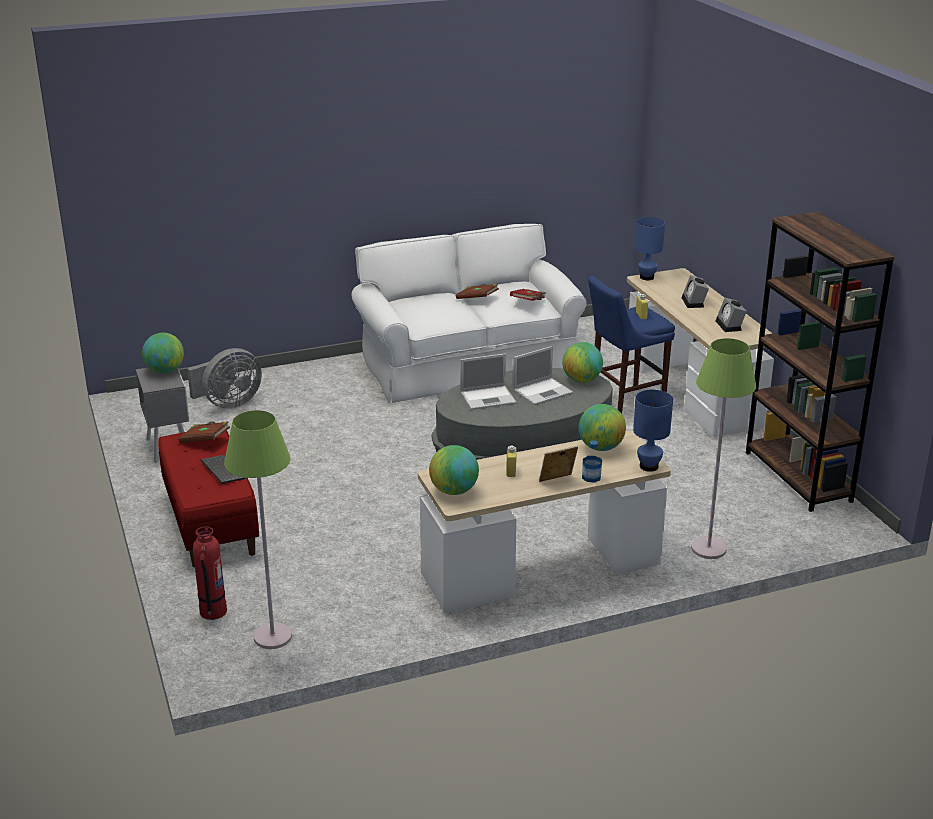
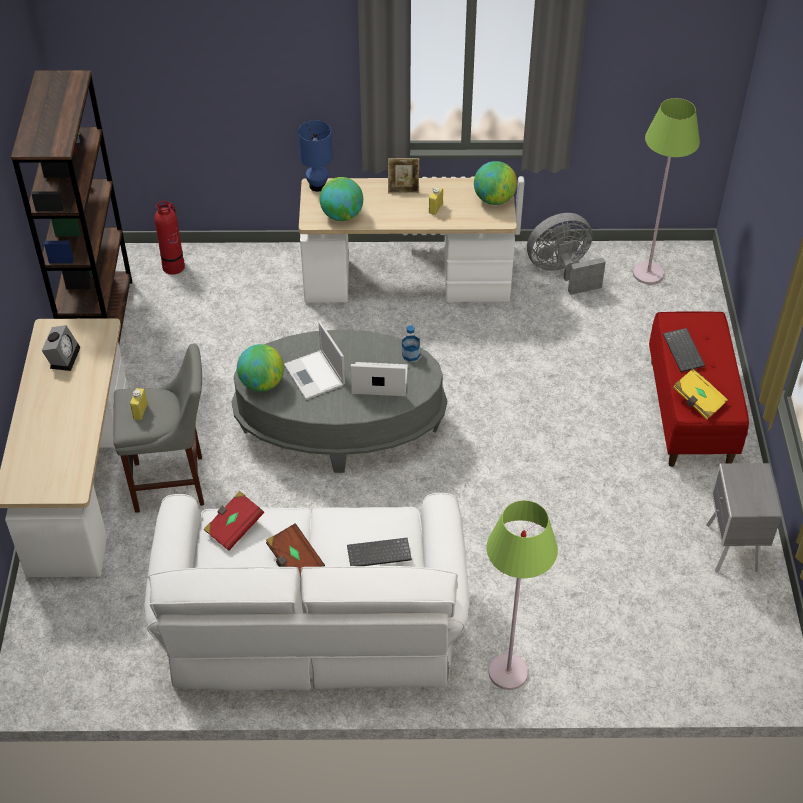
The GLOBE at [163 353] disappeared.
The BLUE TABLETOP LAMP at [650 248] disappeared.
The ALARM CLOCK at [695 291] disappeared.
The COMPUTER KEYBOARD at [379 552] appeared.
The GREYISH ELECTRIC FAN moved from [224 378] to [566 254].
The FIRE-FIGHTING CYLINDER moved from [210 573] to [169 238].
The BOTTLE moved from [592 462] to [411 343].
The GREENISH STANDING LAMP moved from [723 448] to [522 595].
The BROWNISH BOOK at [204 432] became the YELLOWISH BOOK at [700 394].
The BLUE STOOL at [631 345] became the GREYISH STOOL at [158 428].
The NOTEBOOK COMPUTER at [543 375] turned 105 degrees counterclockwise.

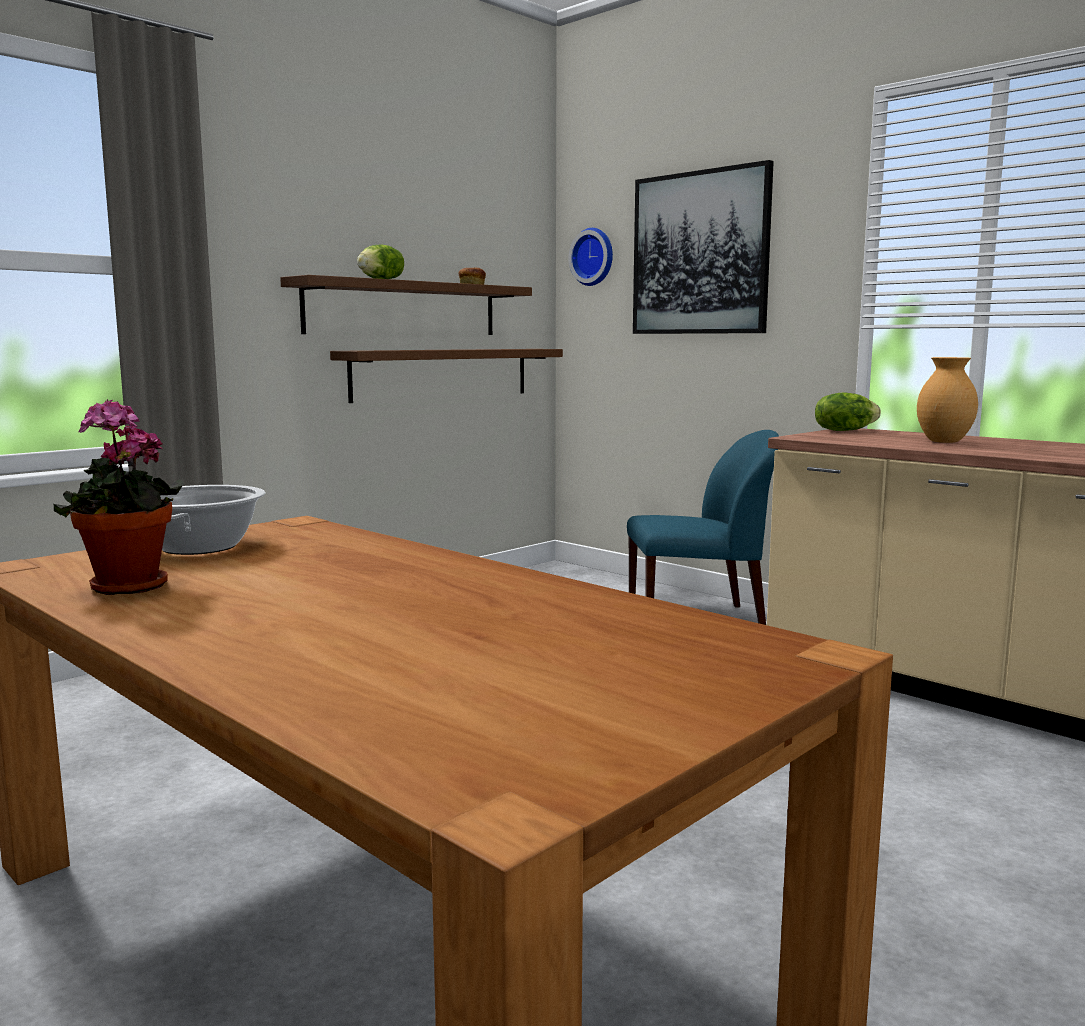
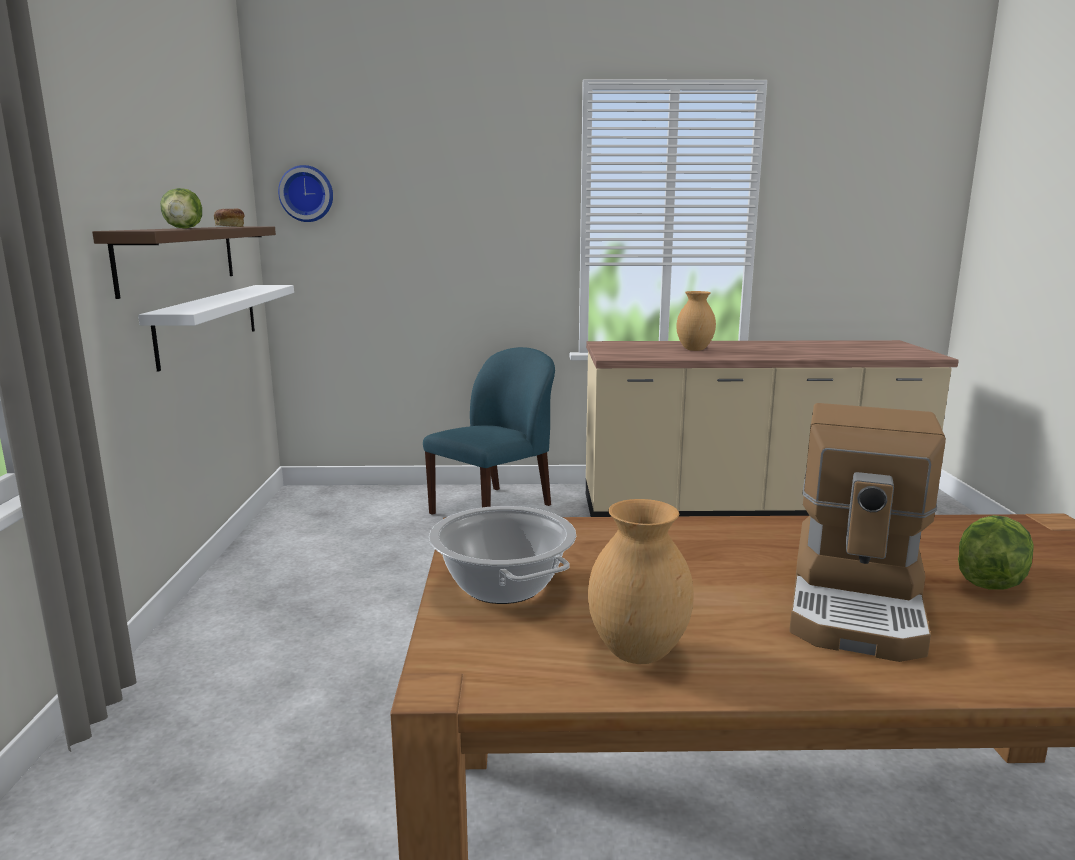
The WALL ART at [703 247] disappeared.
The COFFEE MAKER at [867 532] appeared.
The HEAD OF LETTUCE moved from [848 412] to [996 552].
The HOUSEPLANT at [119 497] was replaced by the BROWNISH FLOWER VASE at [641 581].
The BROWNISH SHELF at [446 376] became the WHITISH SHELF at [216 328].

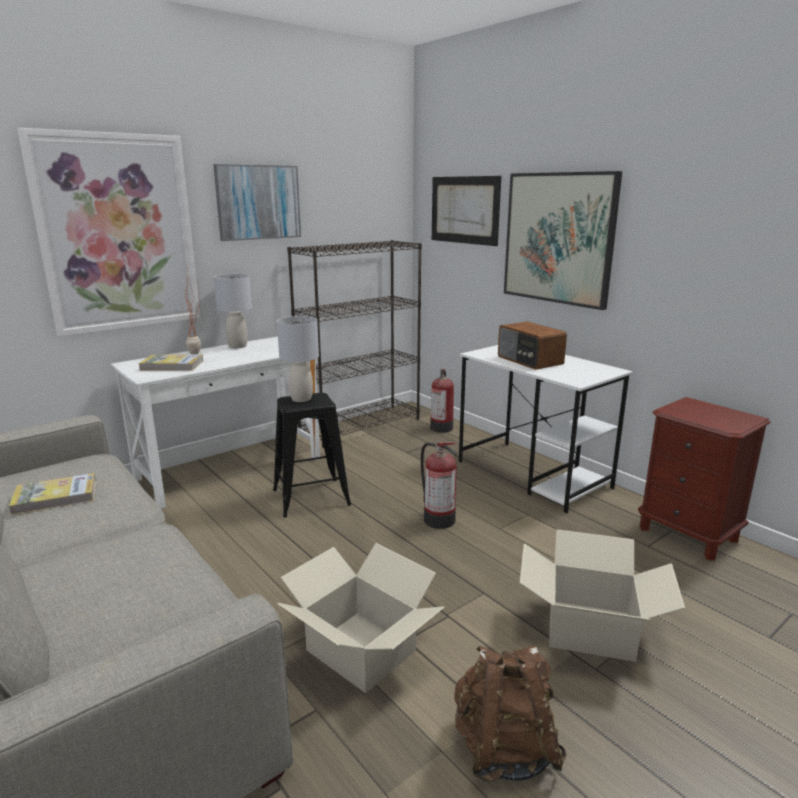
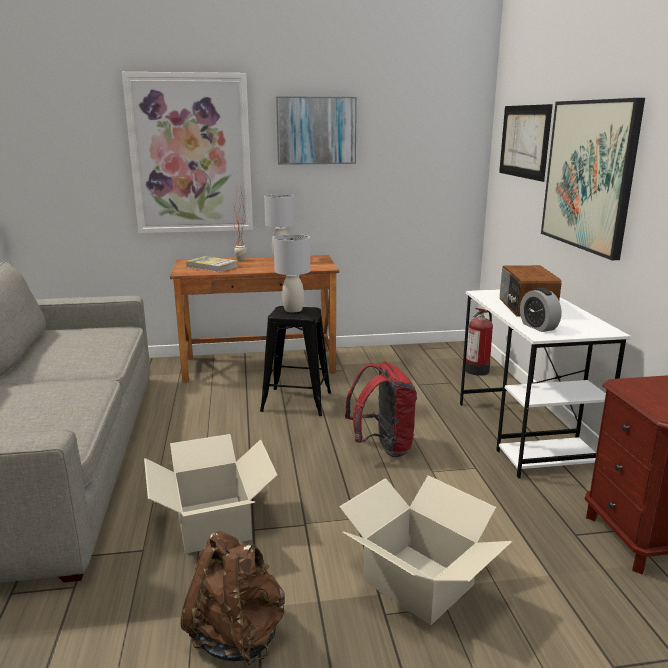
The BOOK at [52 494] disappeared.
The BLACK-COLOURED BOOKCASE at [354 344] disappeared.
The ALARM CLOCK at [541 310] appeared.
The FIRE-FIGHTING CYLINDER at [439 485] was replaced by the RED-COLOURED RUCKSACK at [381 409].
The WHITISH DESK at [215 422] became the BROWNISH DESK at [254 319].

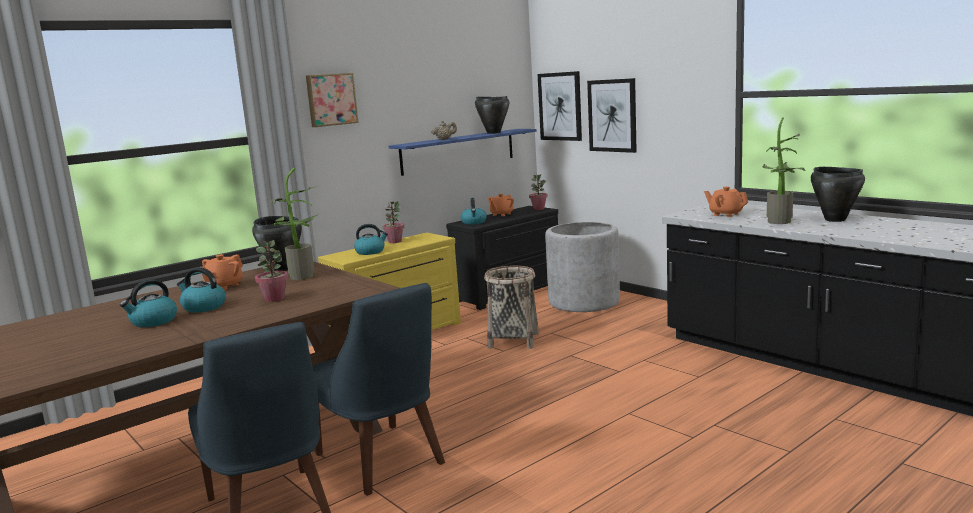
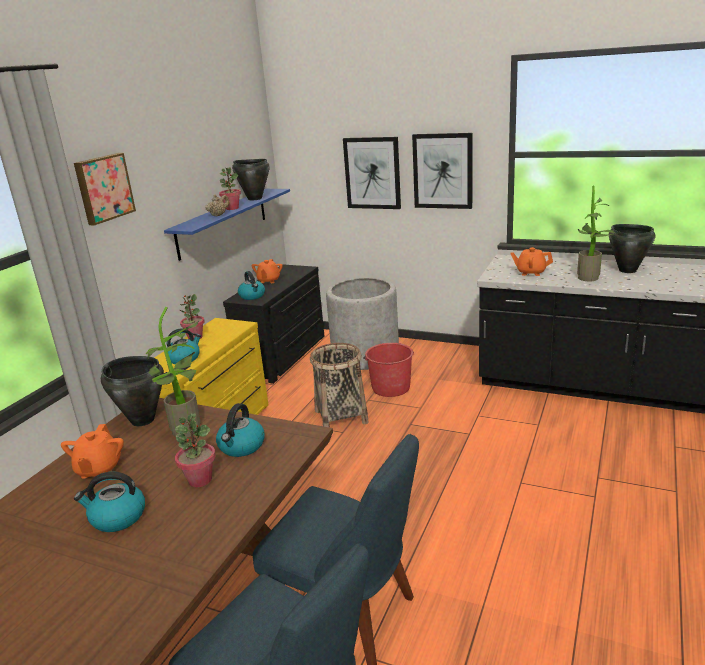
The RED-COLOURED PAIL at [388 370] appeared.
The KETTLE moved from [148 303] to [240 430].
The HOUSEPLANT moved from [538 192] to [230 188].
The WALL ART moved from [560 106] to [442 171].

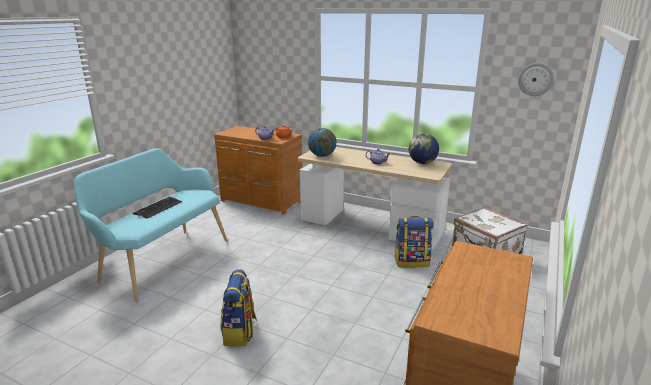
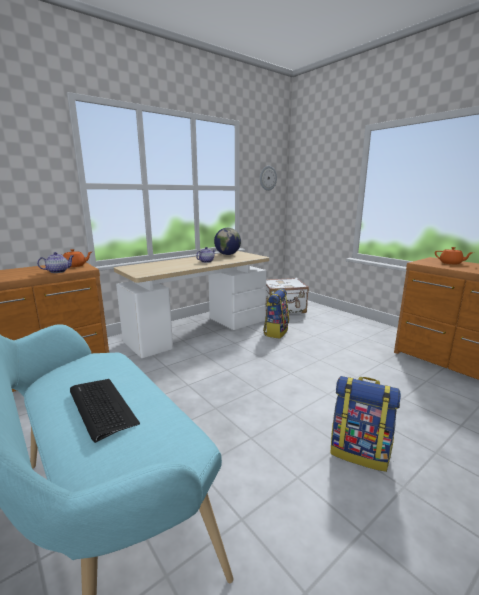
The GLOBE at [322 142] disappeared.
The ORANGEY TEA POT at [454 255] appeared.

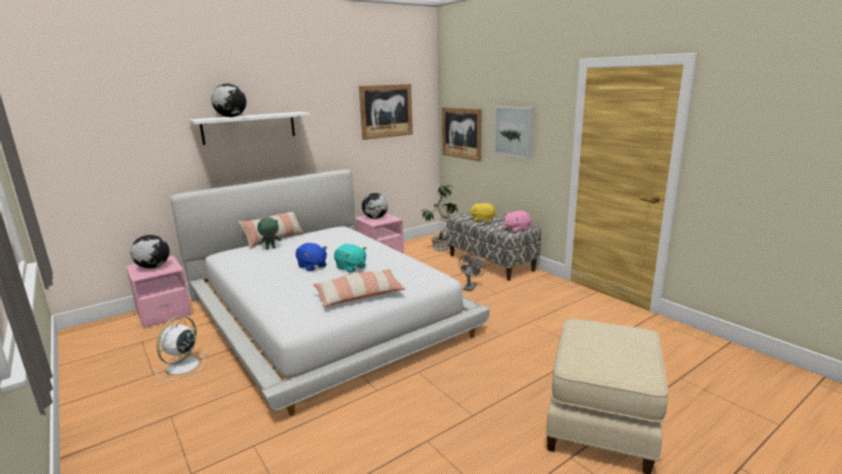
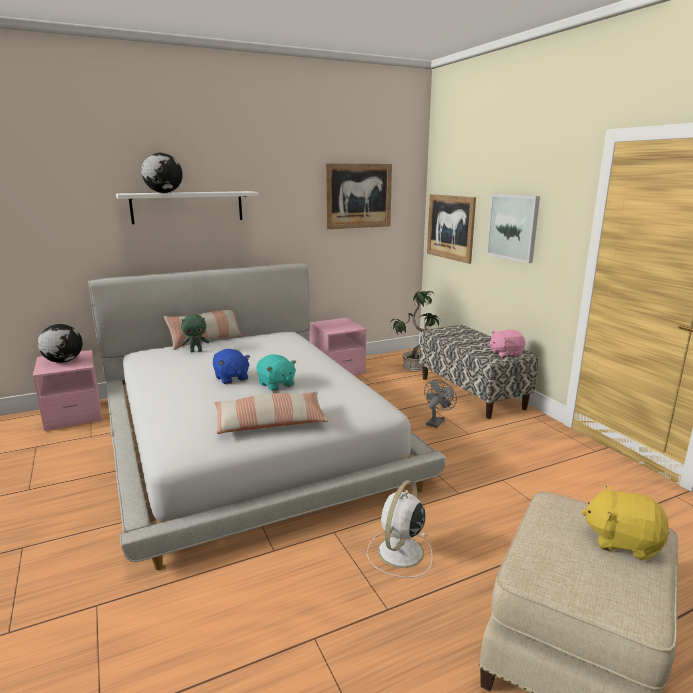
The GLOBE at [375 206] disappeared.
The WHITISH ELECTRIC FAN moved from [181 348] to [400 529].
The YELLOWISH CUDDLY TOY moved from [482 213] to [625 522].

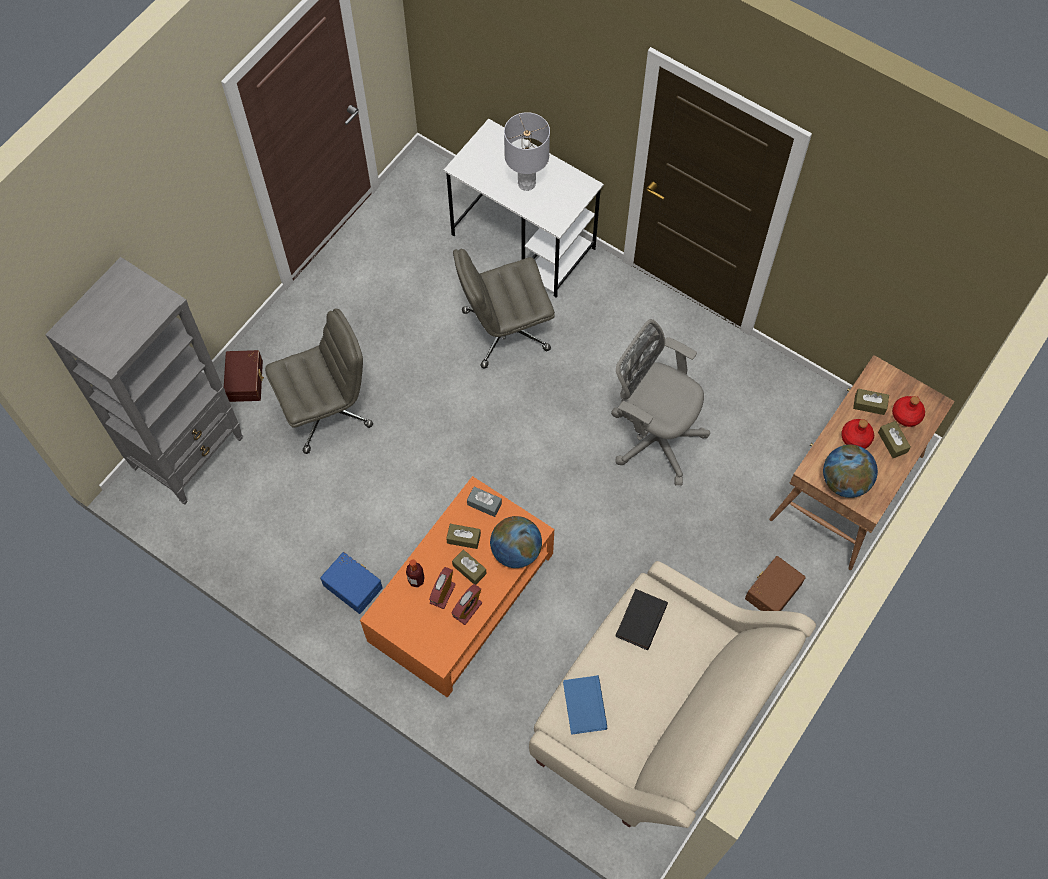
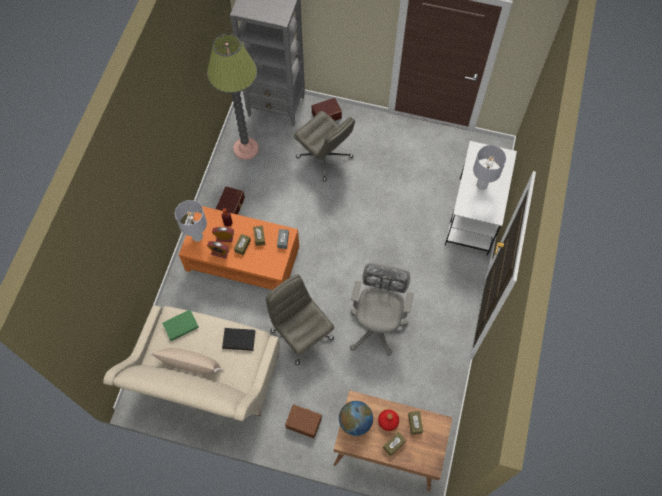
The GLOBE at [516 542] disappeared.
The RED-COLOURED BOTTLE at [908 411] disappeared.
The BEIGE-COLOURED PILLOW at [186 361] appeared.
The GREYISH TABLETOP LAMP at [191 221] appeared.
The STANDING LAMP at [233 97] appeared.
The GREYISH DESK CHAIR moved from [504 309] to [300 319].
The BLUE STORAGE BOX at [351 583] became the BROWNISH STORAGE BOX at [230 200].
The BLUE BOOK at [585 705] became the GREENISH BOOK at [180 325].

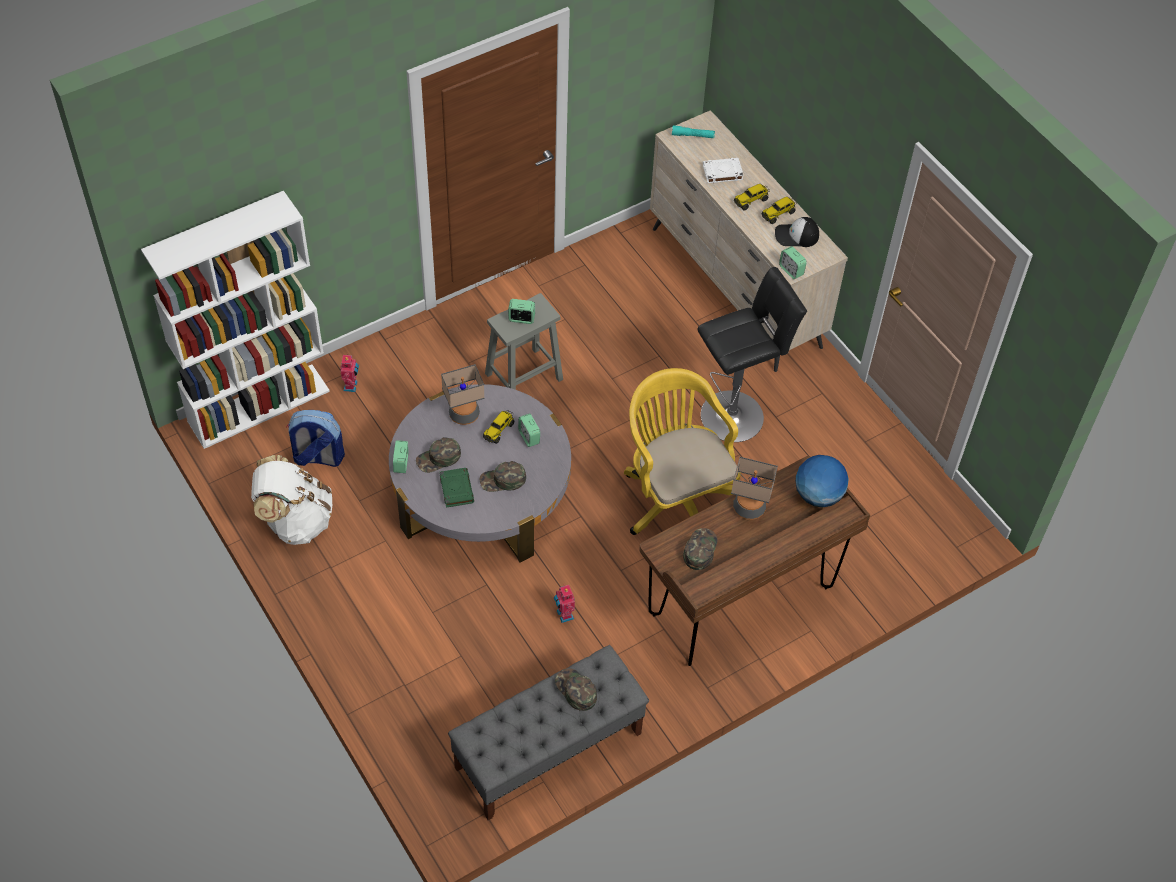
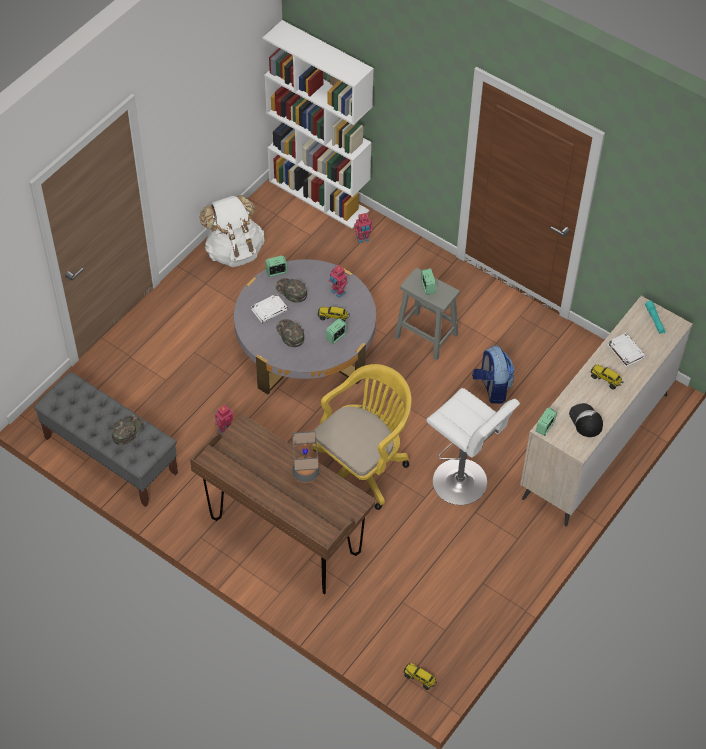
The GREENISH CAP at [700 549] disappeared.
The GLOBE at [822 481] disappeared.
The RUCKSACK moved from [315 438] to [493 374].
The TOY TRUCK moved from [779 210] to [420 676].
The TABLETOP LAMP at [463 394] was replaced by the MODEL ROBOT at [338 281].
The GREENISH BOOK at [457 488] became the WHITISH BOOK at [269 308].
The BLACK-COLOURED STOOL at [752 354] became the WHITISH STOOL at [473 446].

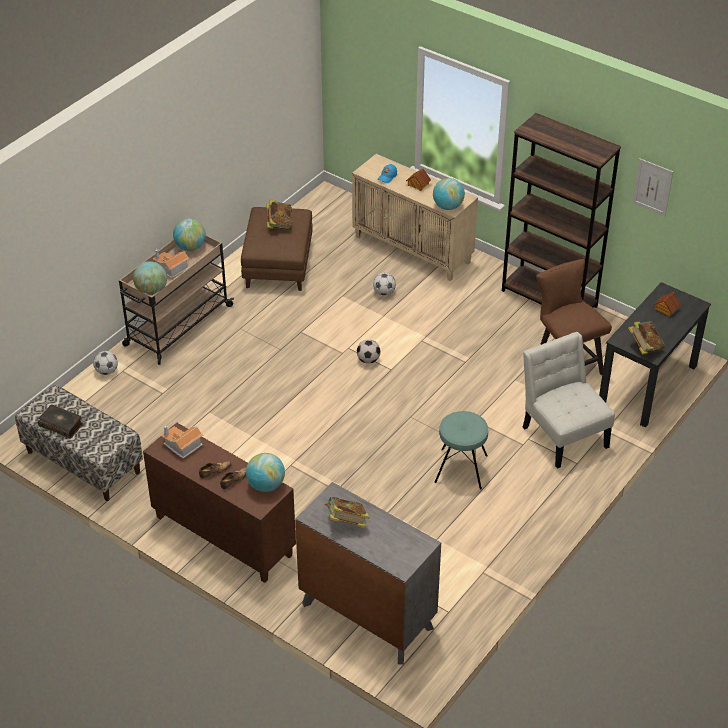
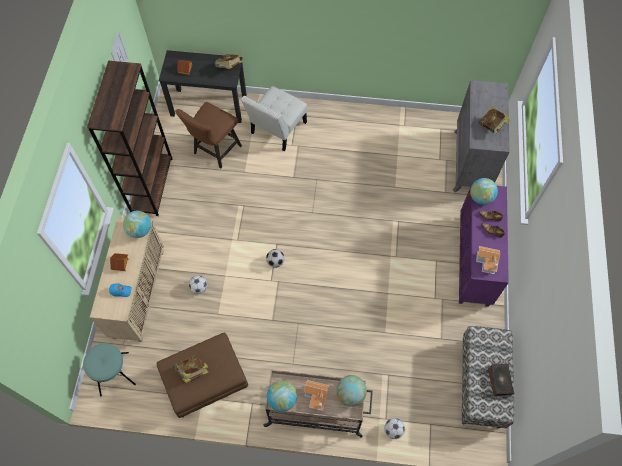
The TURQUOISE STOOL moved from [461 450] to [109 370].
The BROWNISH CABINET at [219 502] became the PURPLE CABINET at [484 245].

